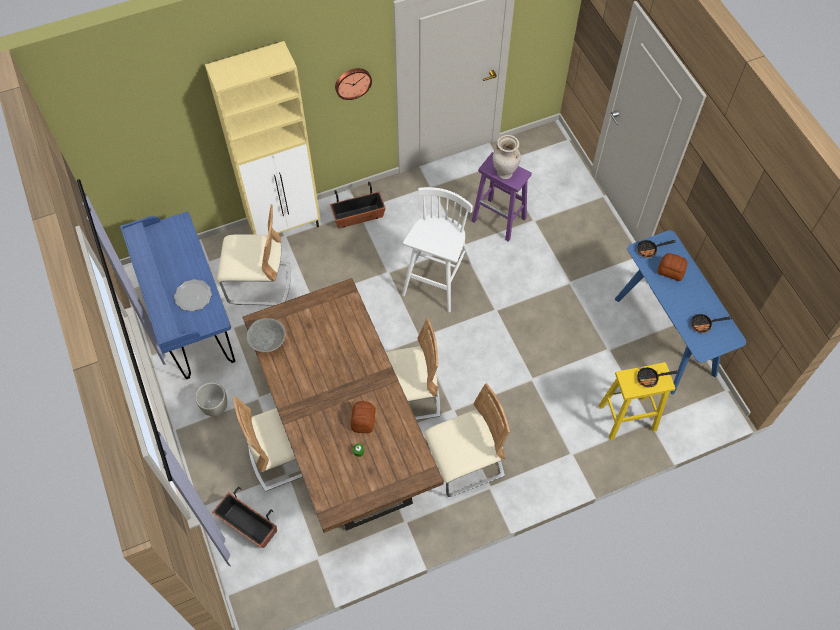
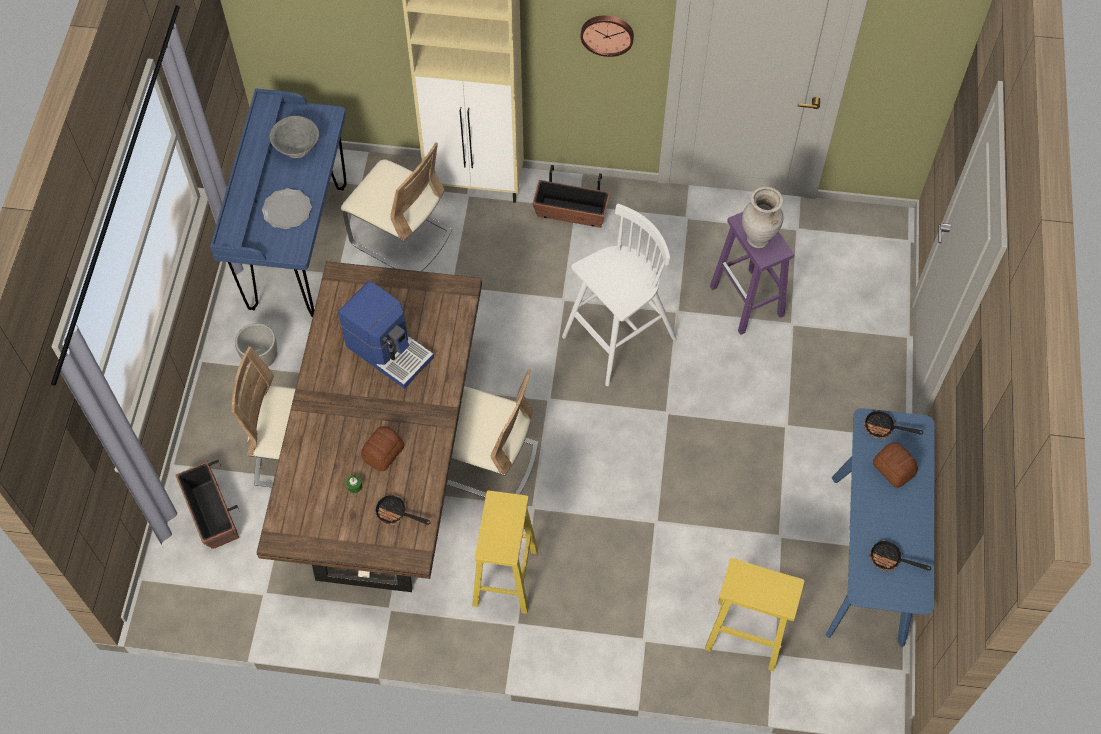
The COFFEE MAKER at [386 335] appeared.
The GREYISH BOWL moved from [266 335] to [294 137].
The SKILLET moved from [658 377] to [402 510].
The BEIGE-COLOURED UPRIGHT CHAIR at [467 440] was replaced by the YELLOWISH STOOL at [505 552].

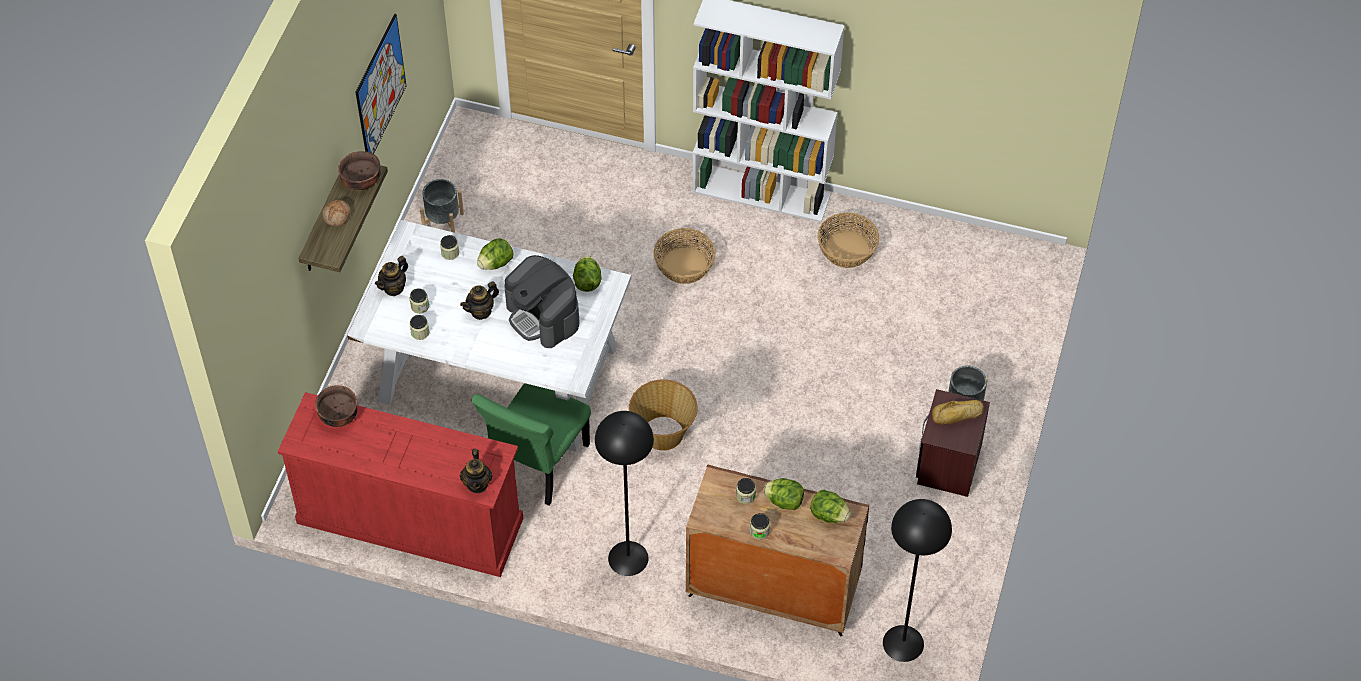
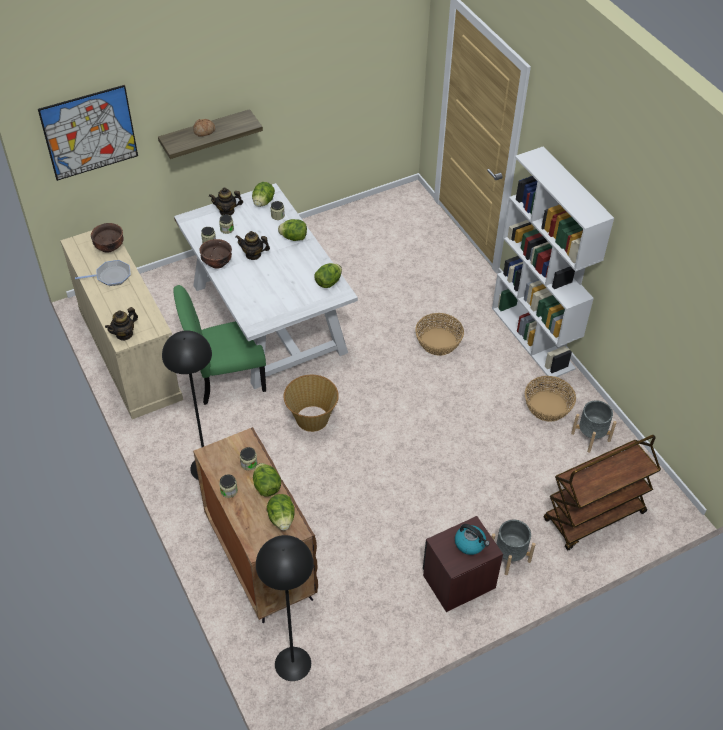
The COFFEE MAKER at [542 301] disappeared.
The SKILLET at [103 273] appeared.
The HEAD OF LETTUCE at [263 194] appeared.
The BROWNISH CART at [602 492] appeared.
The BROWNISH BOWL moved from [359 170] to [215 254].
The WALL ART moved from [381 83] to [88 133].
The GREYISH FLOWER POT moved from [442 206] to [594 426].
The BREAD at [958 412] was replaced by the KETTLE at [472 539].
The RED-COLOURED CHEST OF DRAWERS at [400 484] became the BEIGE-COLOURED CHEST OF DRAWERS at [121 324].

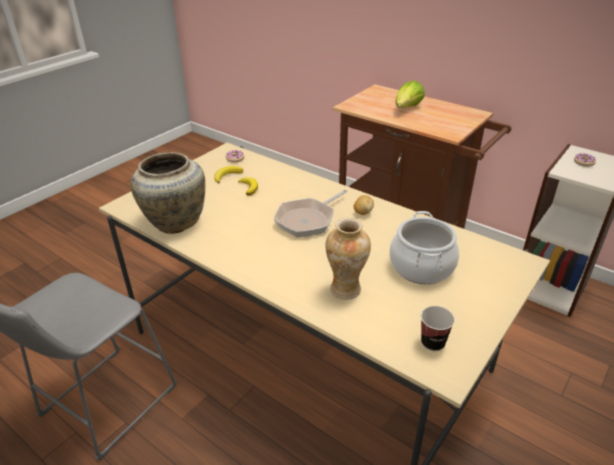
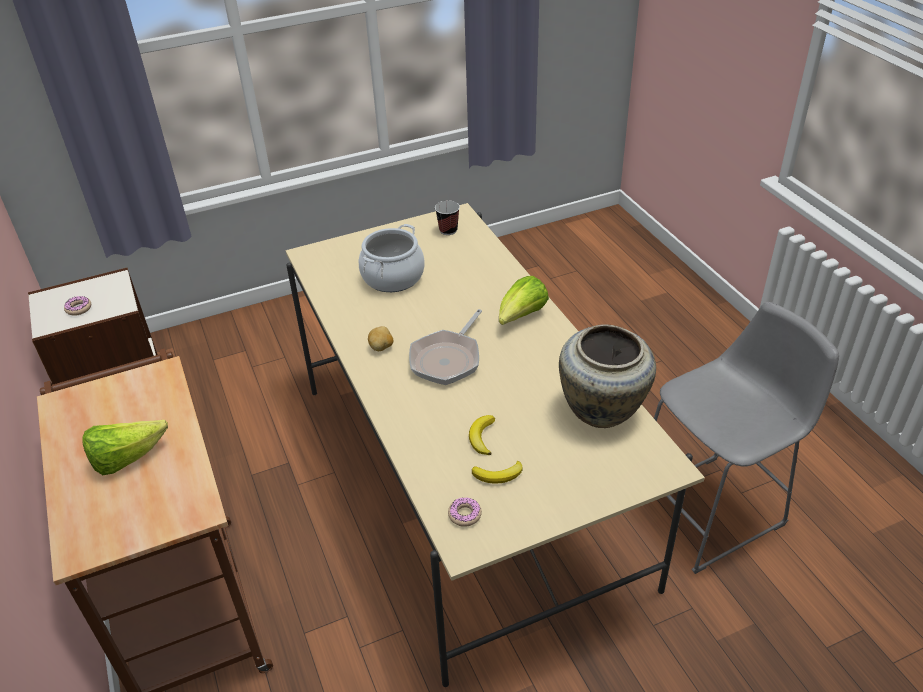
The FLOWER VASE at [348 258] disappeared.
The HEAD OF LETTUCE at [524 300] appeared.
The SKILLET at [311 213] turned 135 degrees clockwise.

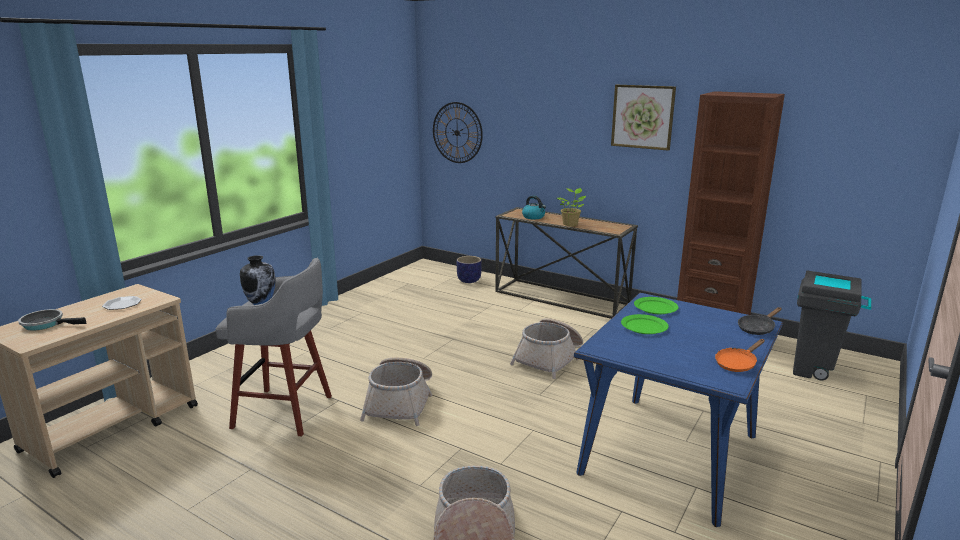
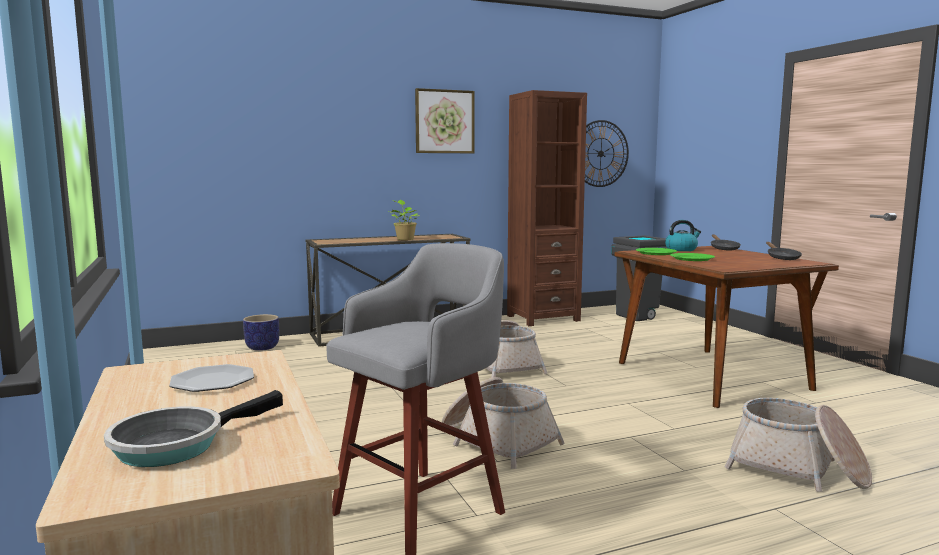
The FLOWER VASE at [258 280] disappeared.
The CLOCK ON THE WALL moved from [458 132] to [607 153].
The KETTLE moved from [534 207] to [683 235].
The BLUE KITCHEN TABLE at [678 410] became the BROWNISH KITCHEN TABLE at [726 327].
The ORANGEY SKILLET at [740 355] became the BLACK-COLOURED SKILLET at [784 251].

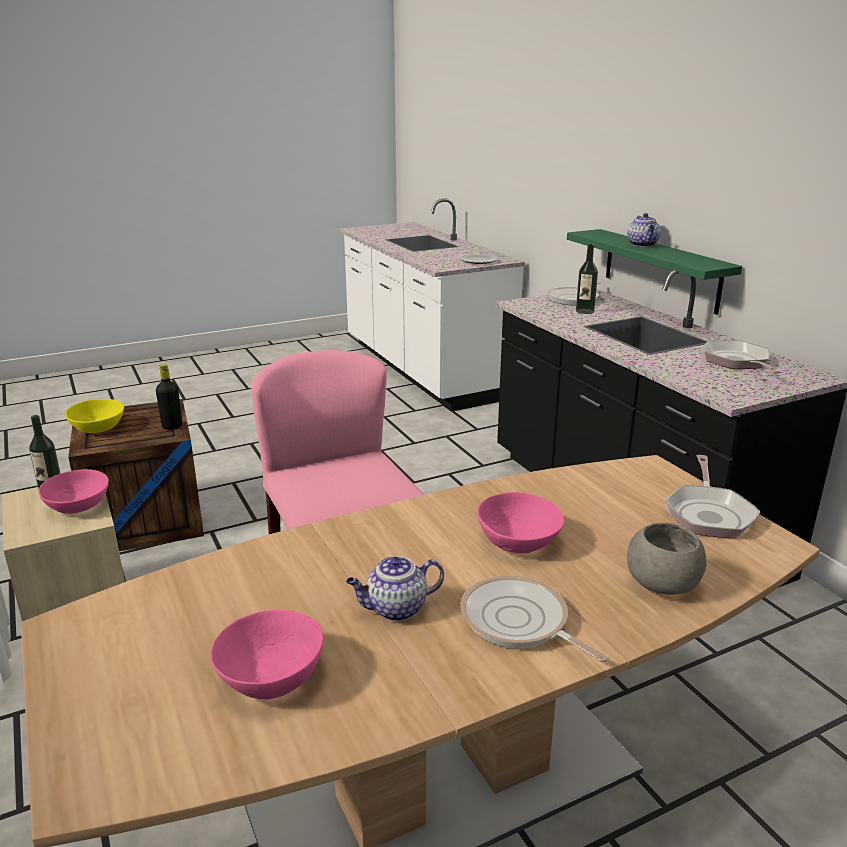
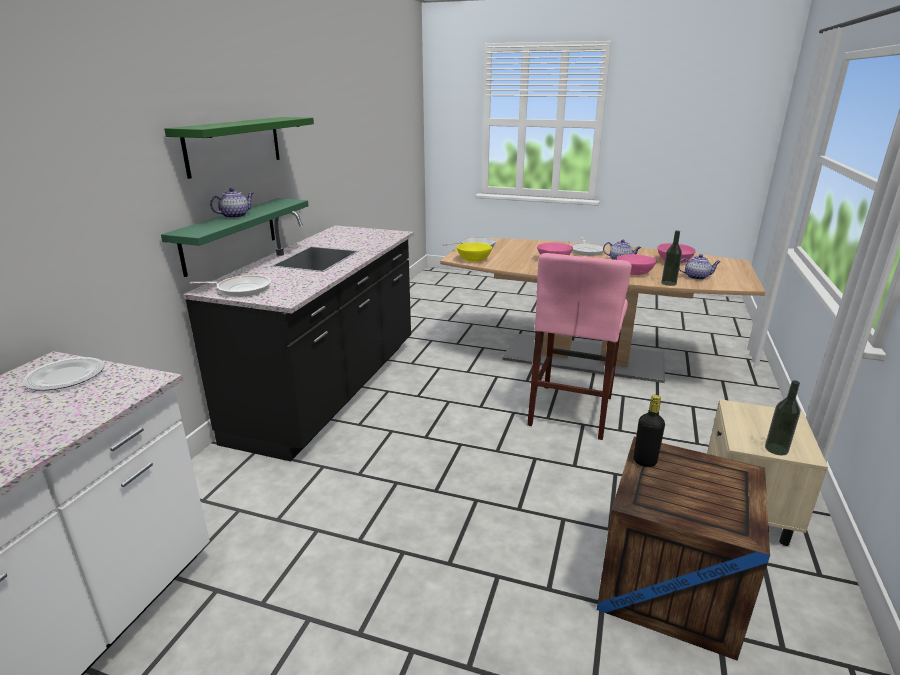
The GREYISH BOWL at [667 558] disappeared.
The SKILLET at [743 357] disappeared.
The GREENISH SHELF at [239 148] appeared.
The TEA POT at [700 267] appeared.
The PINKISH BOWL moved from [74 491] to [637 264].
The YELLOWISH BOWL moved from [95 416] to [474 252].
The BOTTLE moved from [587 279] to [671 258].

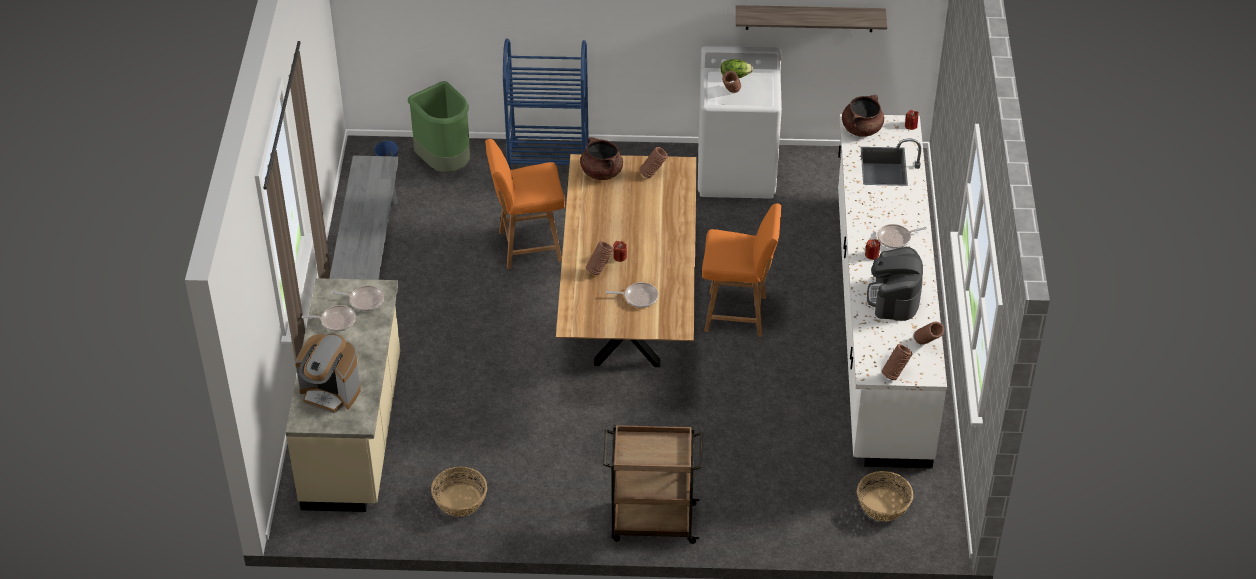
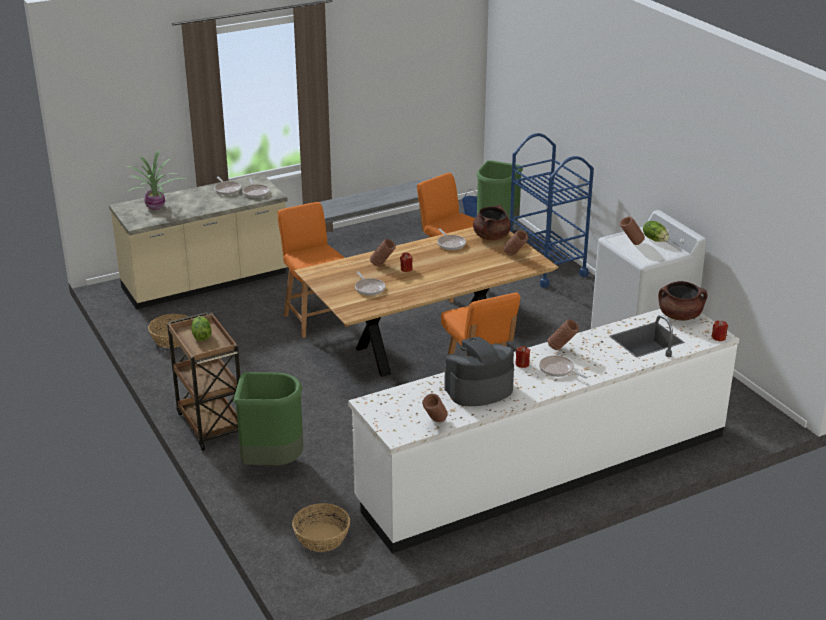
The SHELF at [811 18] disappeared.
The HEAD OF LETTUCE at [201 328] appeared.
The GREENISH TRASH CAN at [268 418] appeared.
The ORANGEY UPRIGHT CHAIR at [312 270] appeared.
The SKILLET at [451 239] appeared.
The BROWNISH FLOWER VASE moved from [897 362] to [563 334].
The COFFEE MAKER at [328 374] was replaced by the HOUSEPLANT at [157 180].

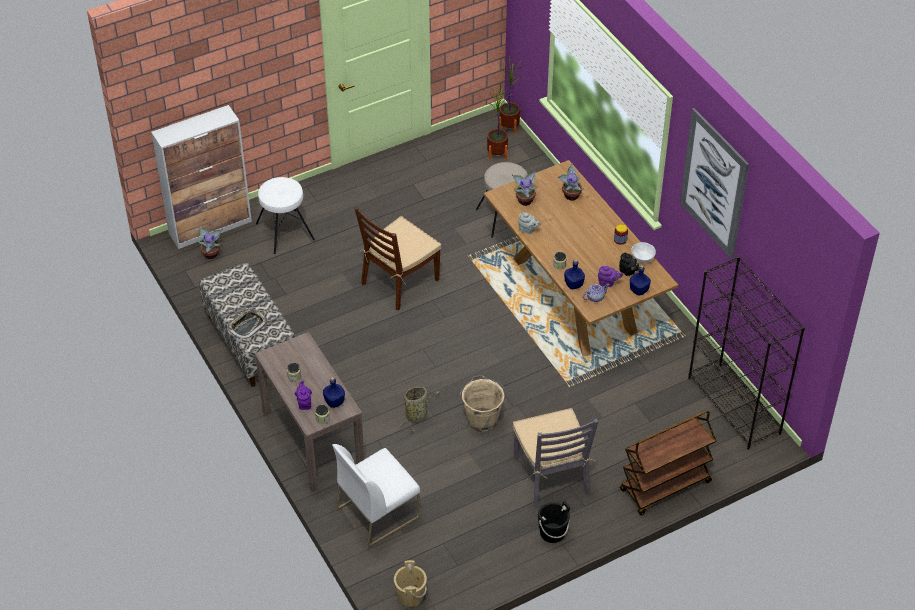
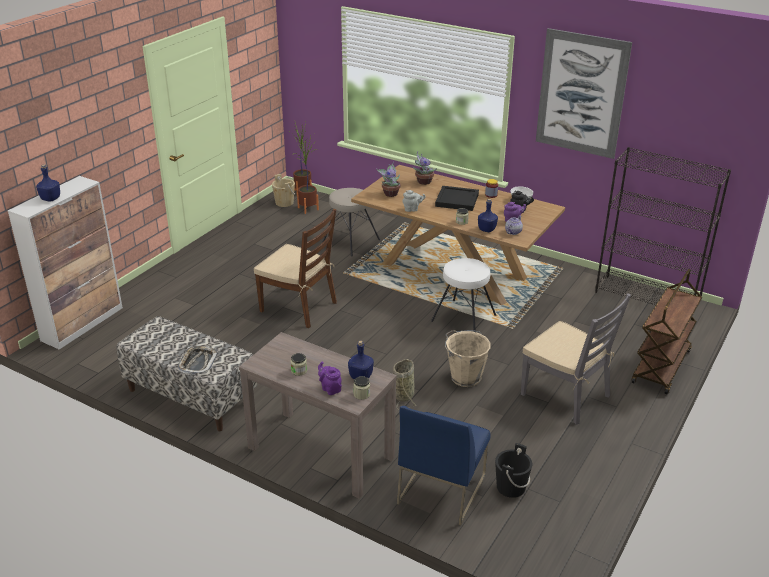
The HOUSEPLANT at [209 242] disappeared.
The BLACK-COLOURED TRAY at [457 198] appeared.
The WHITISH STOOL moved from [285 215] to [463 294].
The BEIGE-COLOURED PAIL moved from [410 583] to [283 190].
The BLACK-COLOURED PAIL moved from [554 522] to [513 470].
The BLUE BOTTLE moved from [640 280] to [48 182].
The WHITISH UPRIGHT CHAIR at [376 496] became the BLUE UPRIGHT CHAIR at [444 465].
The BROWNISH UPRIGHT CHAIR at [397 259] turned 75 degrees counterclockwise.

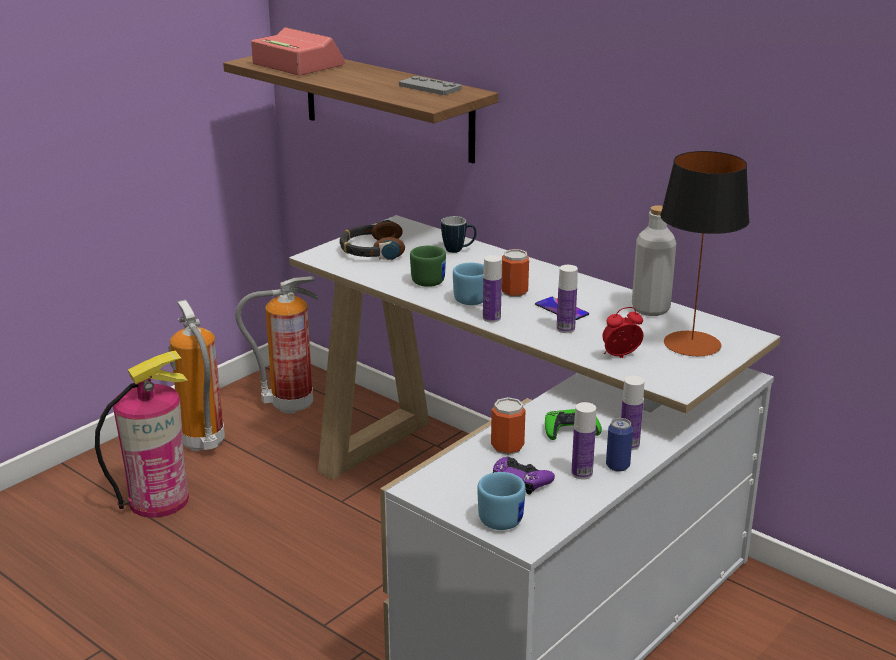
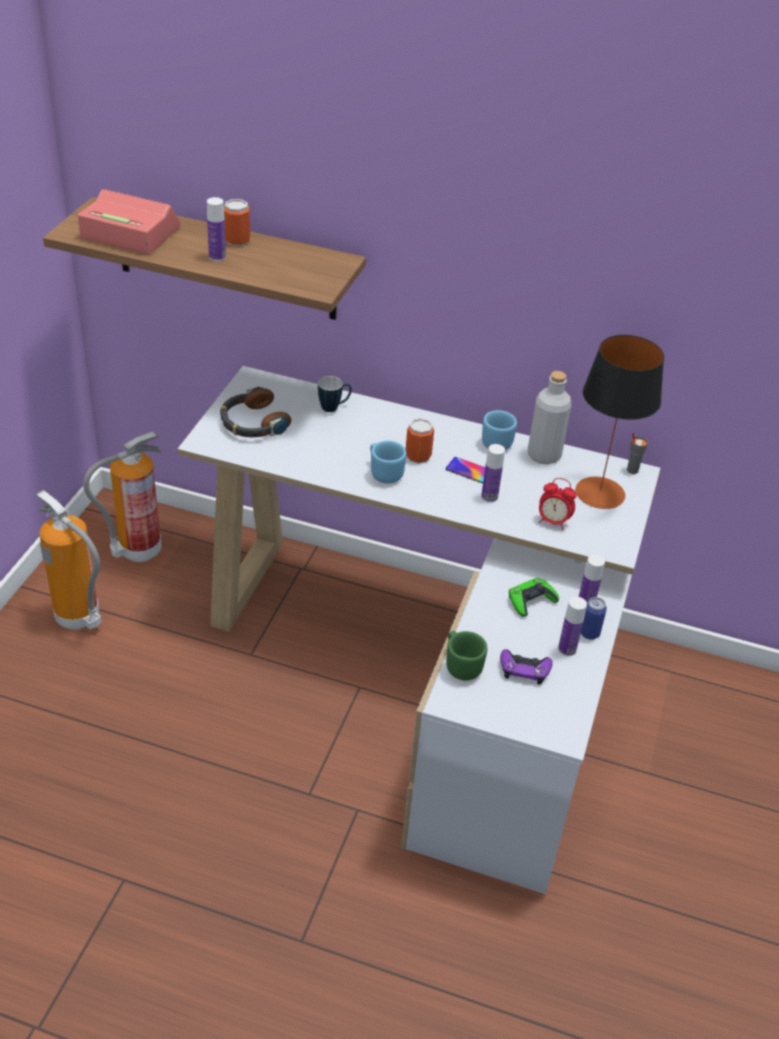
The FIRE-FIGHTING CYLINDER at [142 434] disappeared.
The GREYISH GAMEPAD at [430 85] disappeared.
The GREYISH CUP at [637 453] appeared.
The GREENISH MUG moved from [428 266] to [466 656].
The BLUE MUG moved from [501 501] to [499 430].
The BOTTLE moved from [492 289] to [216 229].
The CAN moved from [508 426] to [237 222].
The ALARM CLOCK at [623 332] turned 120 degrees counterclockwise.

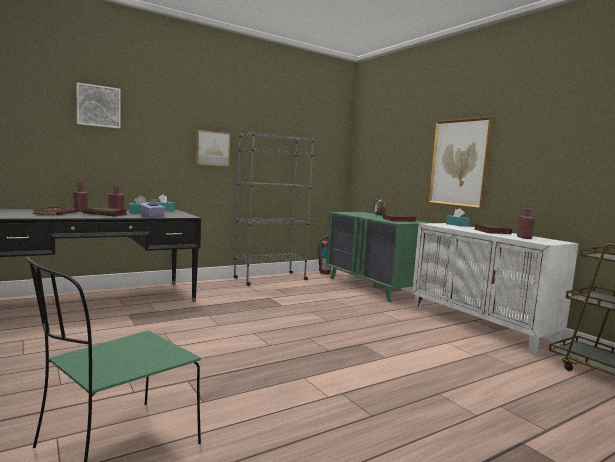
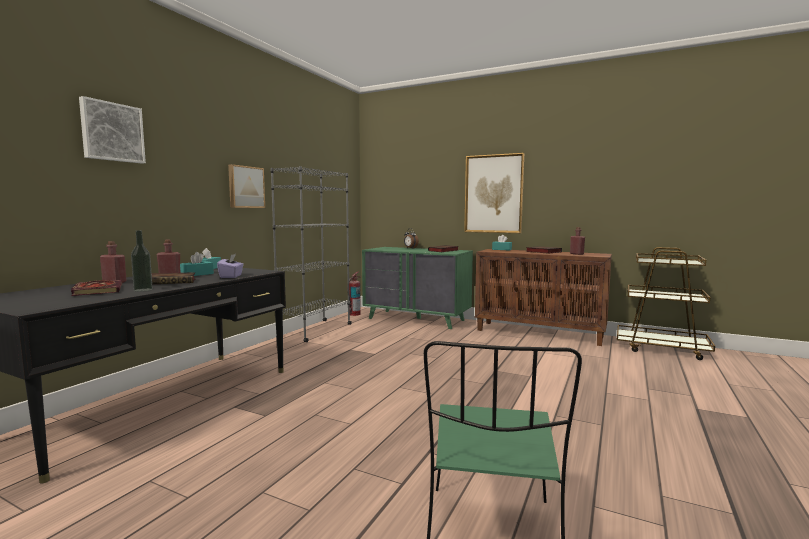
The BOTTLE at [142 261] appeared.
The WHITISH CABINET at [495 289] became the BROWNISH CABINET at [543 297].

